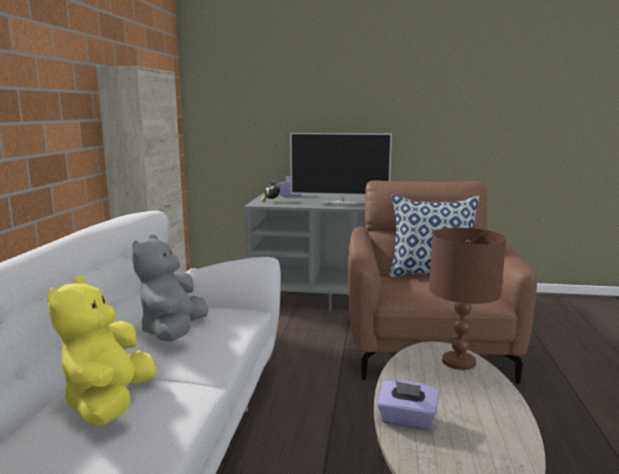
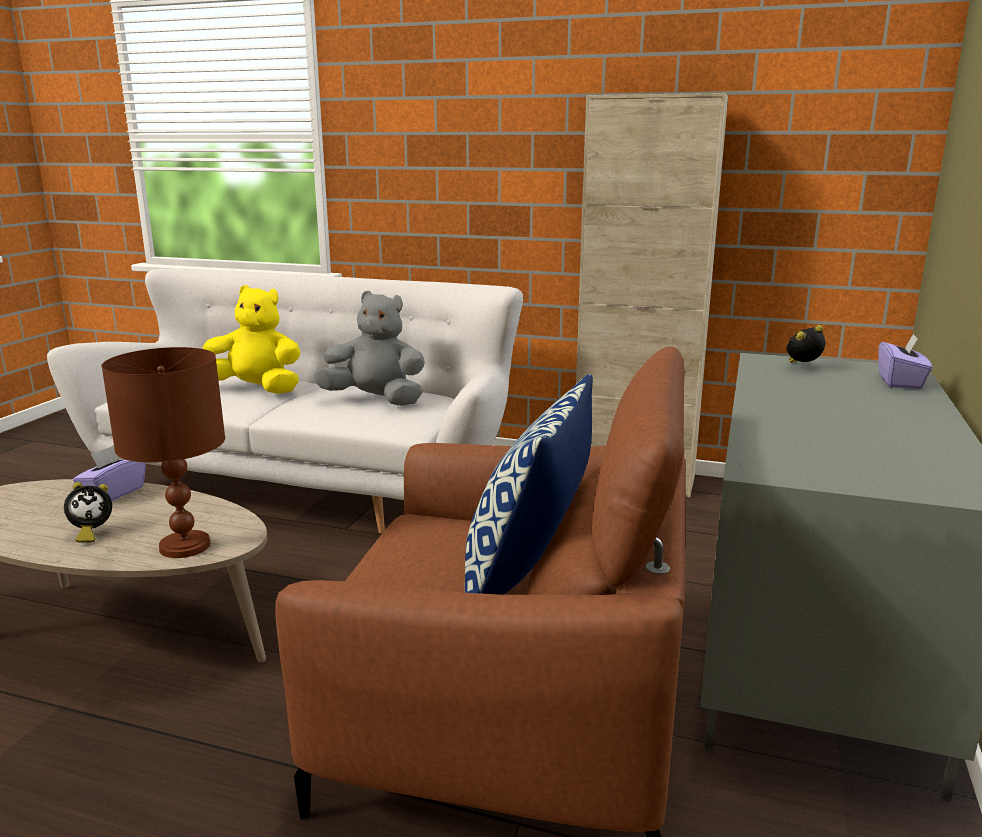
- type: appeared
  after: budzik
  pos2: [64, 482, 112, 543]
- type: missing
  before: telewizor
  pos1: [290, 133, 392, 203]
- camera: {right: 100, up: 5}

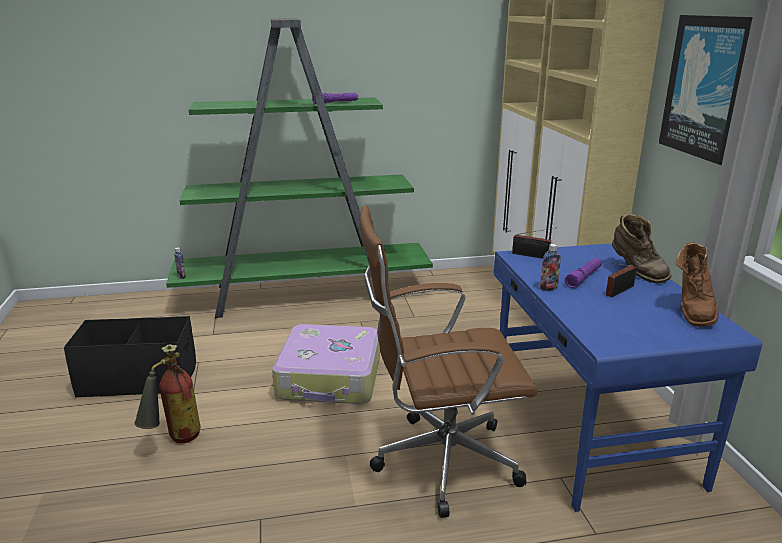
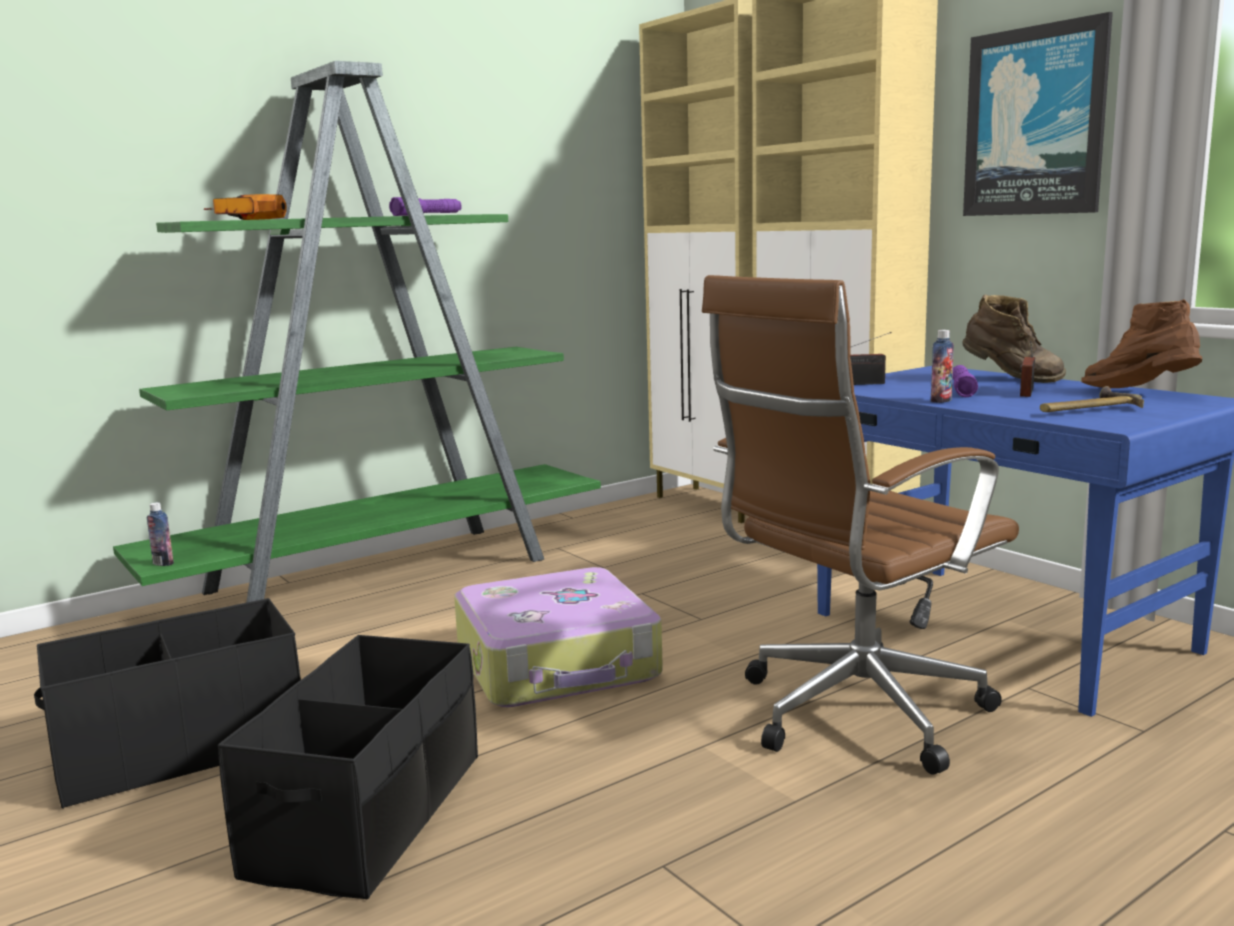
- type: appeared
  after: wiertarka
  pos2: [204, 194, 287, 220]
- type: exchanged
  before: gaśnica
  after: pojemnik do przechowywania [czarny]
  pos1: [134, 344, 200, 443]
  pos2: [218, 635, 478, 899]
- type: appeared
  after: młotek
  pos2: [1040, 386, 1144, 412]
- type: spun
  before: but z cholewką [brązowy]
  pos1: [676, 242, 718, 327]
  pos2: [1081, 299, 1202, 388]
  turn: 150
- camera: {right: -25, up: -10}

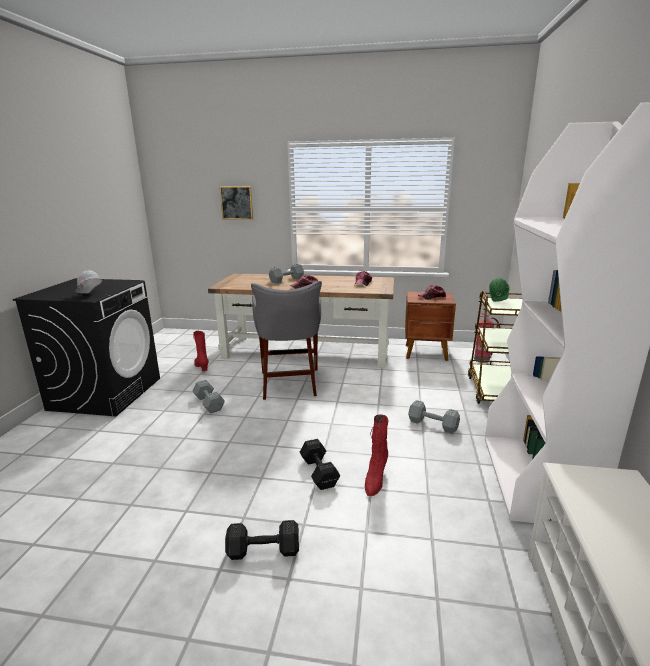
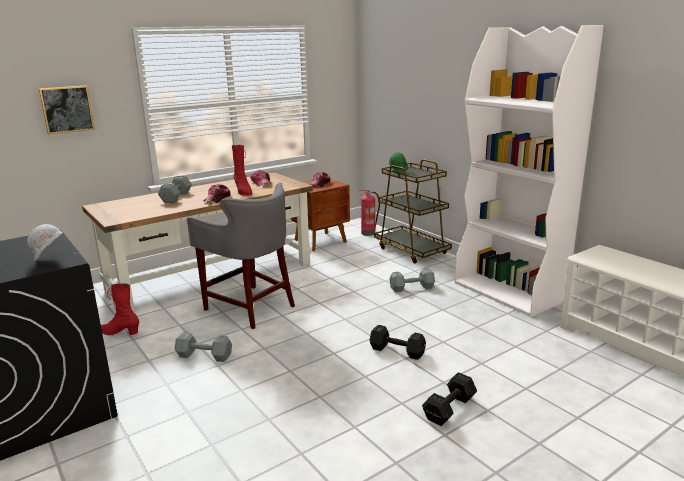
- type: relocated
  before: but z cholewką [czerwony]
  pos1: [365, 414, 388, 496]
  pos2: [232, 145, 252, 196]
- camera: {right: -45, up: 0}

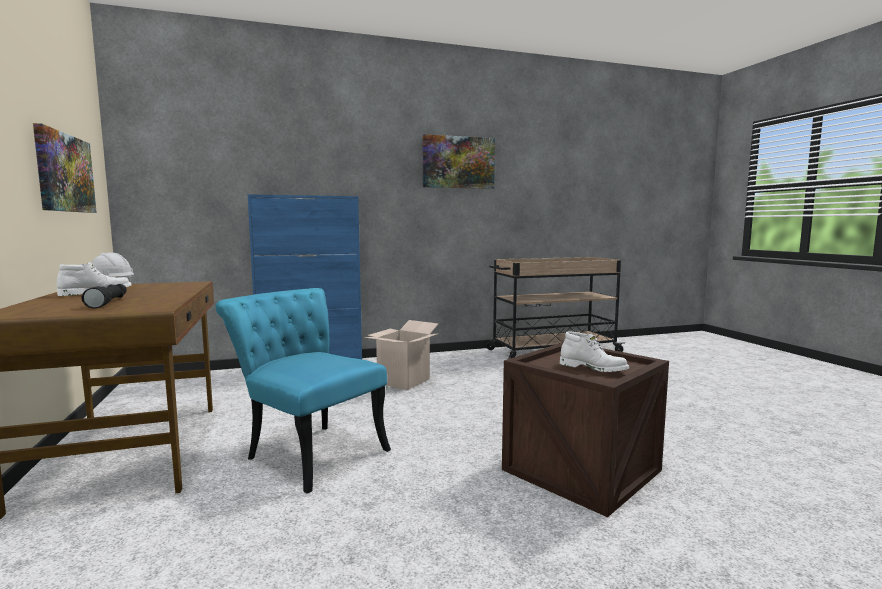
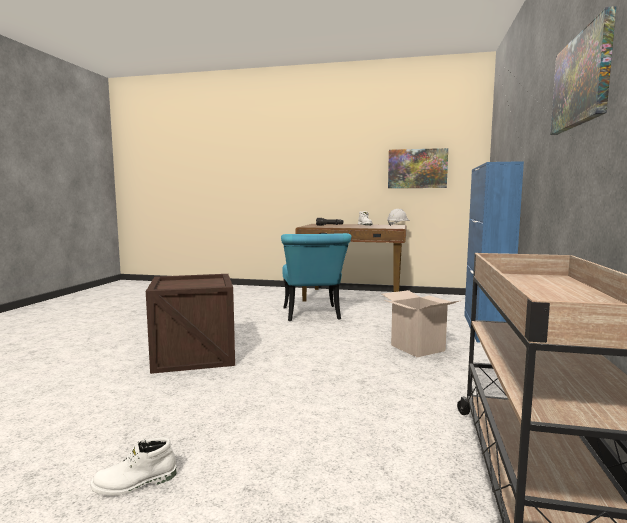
- type: relocated
  before: but z cholewką [biały]
  pos1: [560, 331, 629, 372]
  pos2: [90, 437, 177, 496]
- type: spun
  before: krzesło [turkusowy]
  pos1: [215, 288, 391, 494]
  pos2: [281, 233, 351, 321]
  turn: 105
- camera: {right: 120, up: 0}

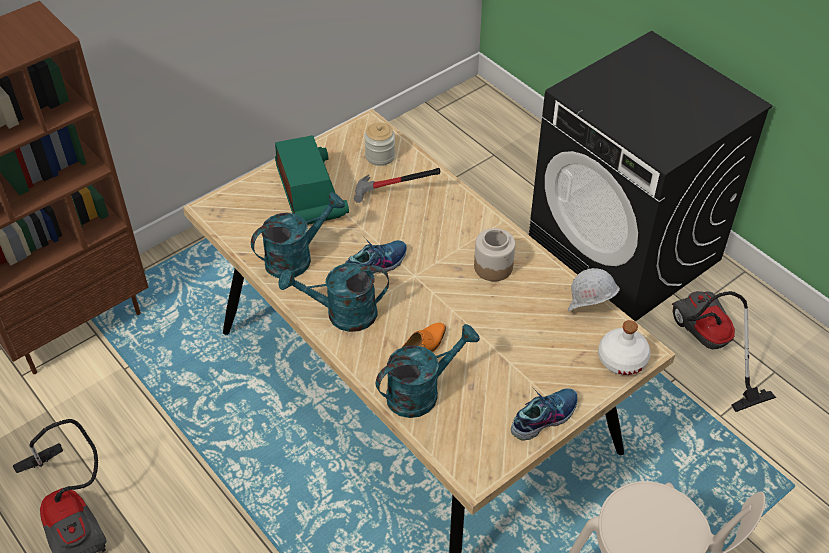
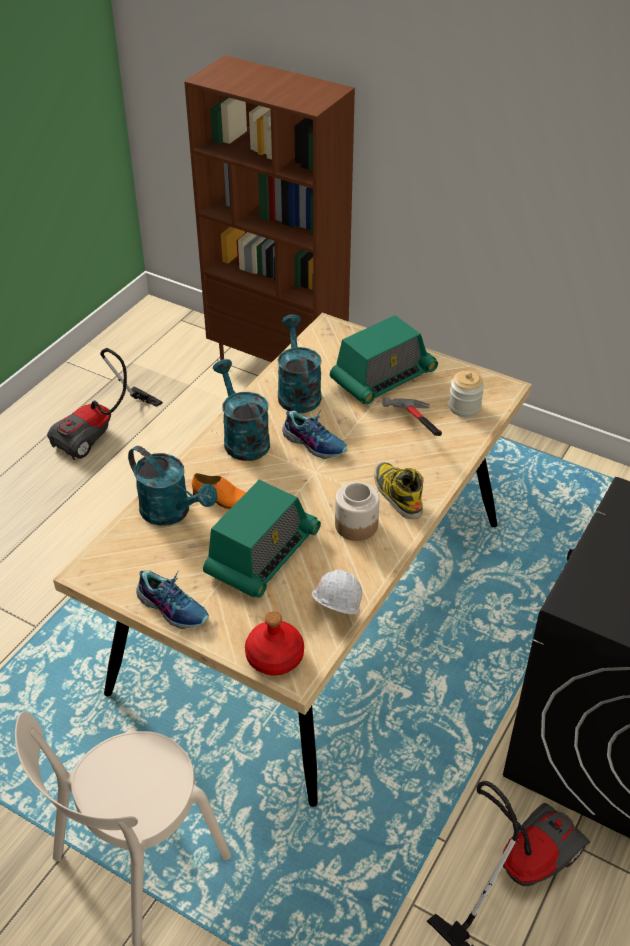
- type: appeared
  after: radio
  pos2: [203, 480, 321, 598]
- type: colour
  before: butelka [biały]
  after: butelka [czerwony]
  pos1: [598, 320, 651, 375]
  pos2: [245, 611, 304, 676]
- type: spun
  before: konewka [turkusowy]
  pos1: [251, 192, 345, 278]
  pos2: [278, 315, 322, 413]
  turn: -135
- type: appeared
  after: but z cholewką
  pos2: [374, 462, 424, 519]
- camera: {right: 70, up: -5}

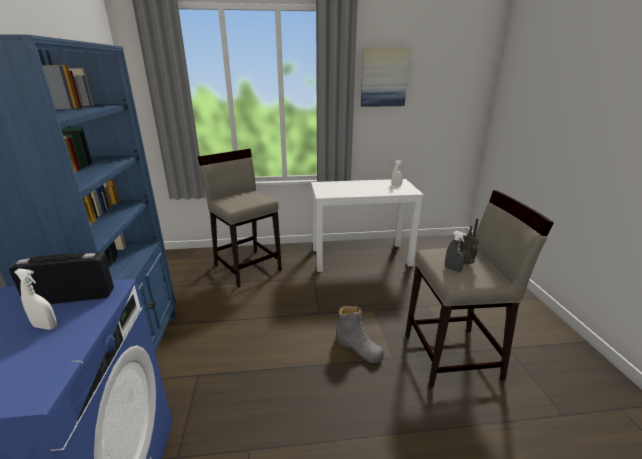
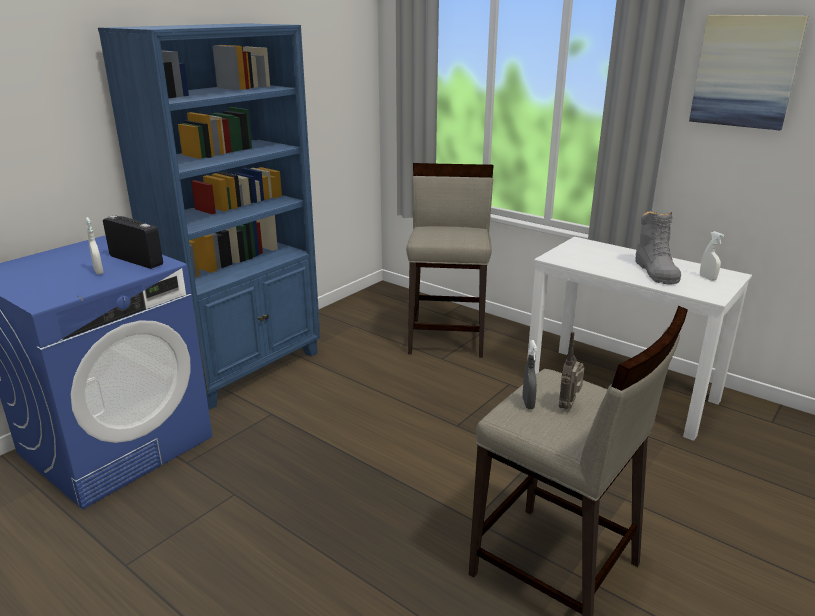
- type: relocated
  before: but z cholewką [szary]
  pos1: [336, 306, 384, 363]
  pos2: [635, 211, 681, 284]
- camera: {right: 45, up: 0}

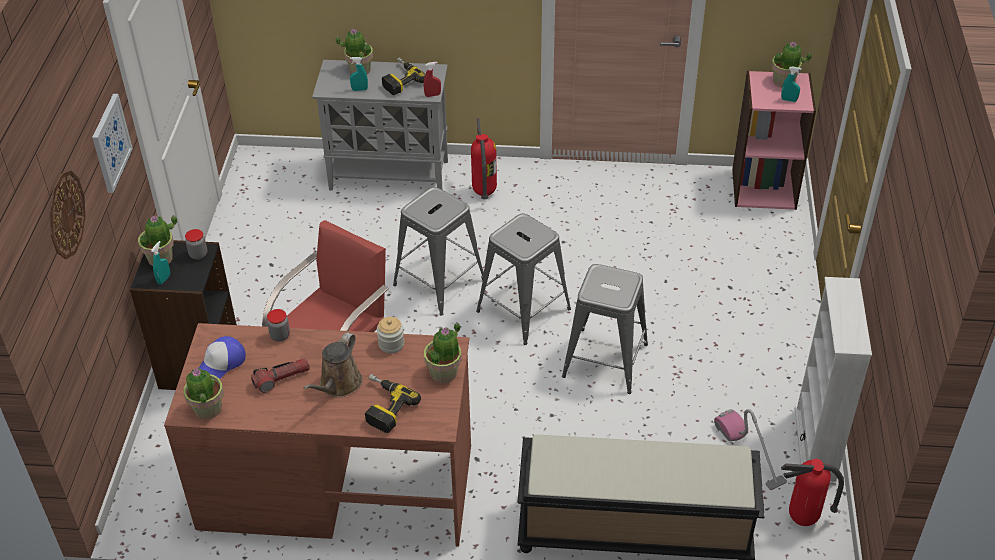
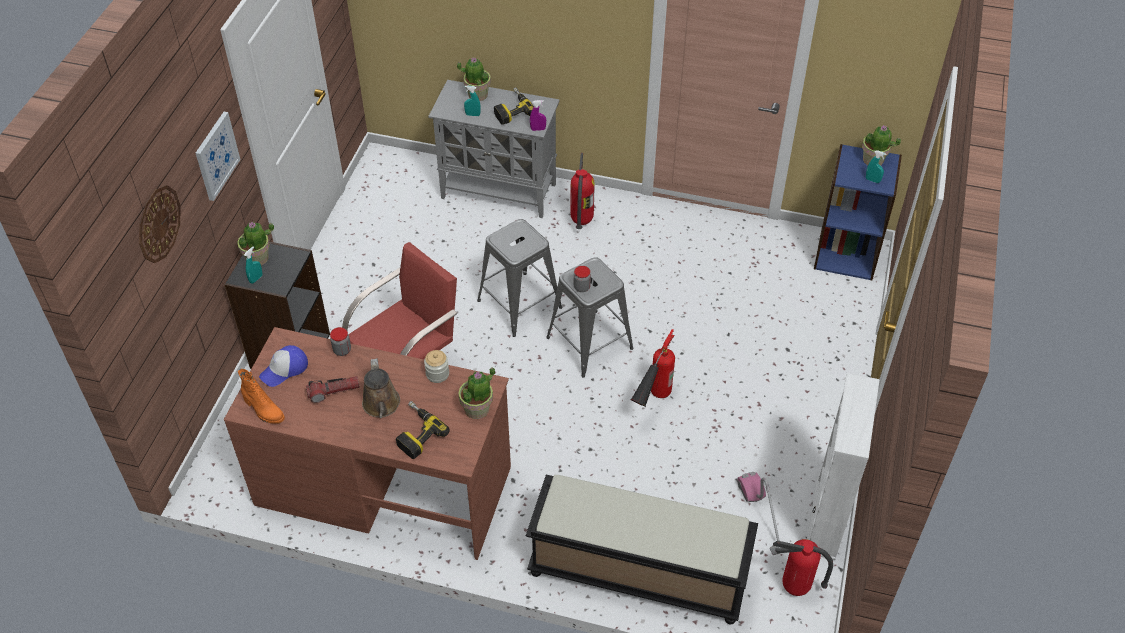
- type: exchanged
  before: roślina doniczkowa
  after: but z cholewką [pomarańczowy]
  pos1: [184, 368, 223, 419]
  pos2: [238, 369, 285, 424]
- type: spun
  before: konewka [brązowy]
  pos1: [303, 332, 362, 397]
  pos2: [362, 358, 400, 418]
  turn: -45
- type: colour
  before: spryskiwacz [czerwony]
  after: spryskiwacz [fioletowy]
  pos1: [424, 62, 441, 97]
  pos2: [530, 100, 546, 131]
- type: relocated
  before: słoik
  pos1: [185, 229, 207, 260]
  pos2: [574, 266, 591, 292]
- type: exchanged
  before: stołek [szary]
  after: gaśnica
  pos1: [562, 264, 648, 394]
  pos2: [630, 329, 675, 407]
- type: colour
  before: regał [różowy]
  after: regał [niebieski]
  pos1: [732, 71, 816, 210]
  pos2: [814, 144, 902, 280]
- camera: {right: 10, up: 5}

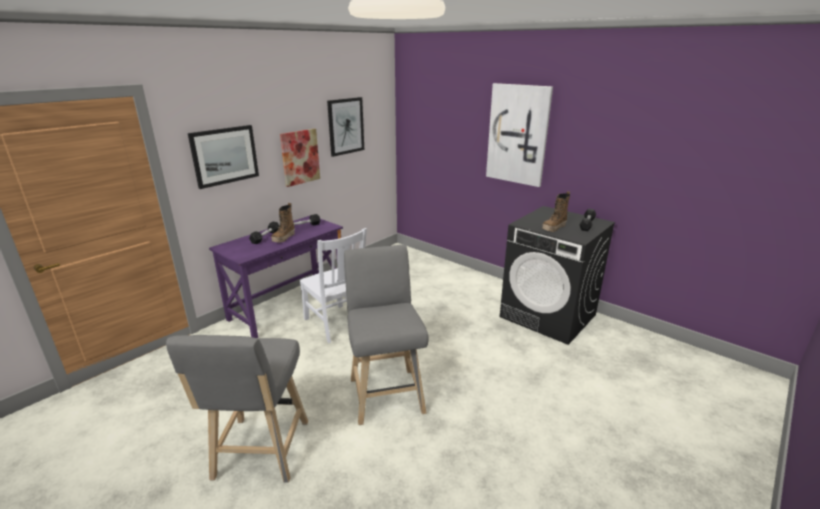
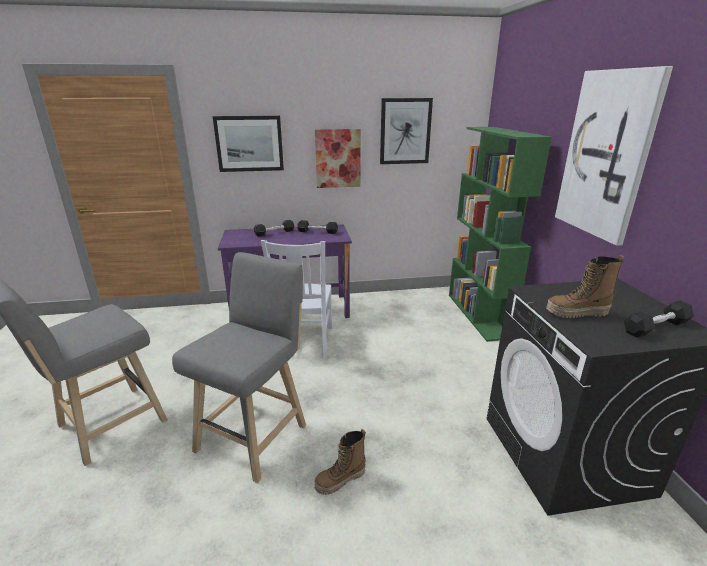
- type: relocated
  before: but z cholewką
  pos1: [271, 203, 295, 243]
  pos2: [315, 429, 366, 495]
- type: appeared
  after: regał [zielony]
  pos2: [449, 127, 552, 342]
- camera: {right: 40, up: 0}

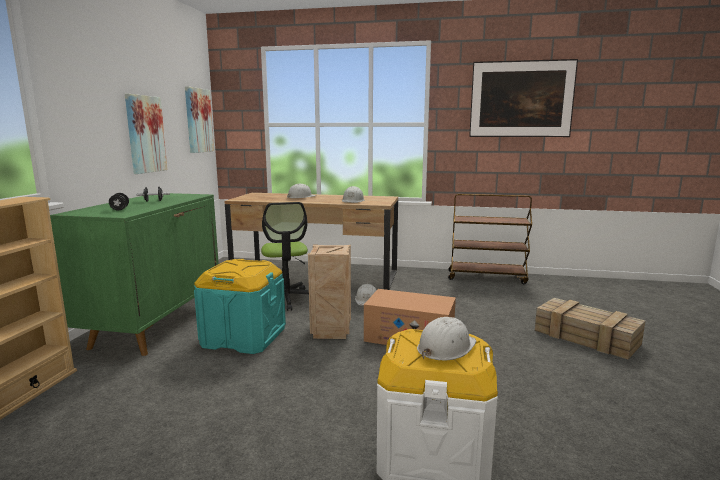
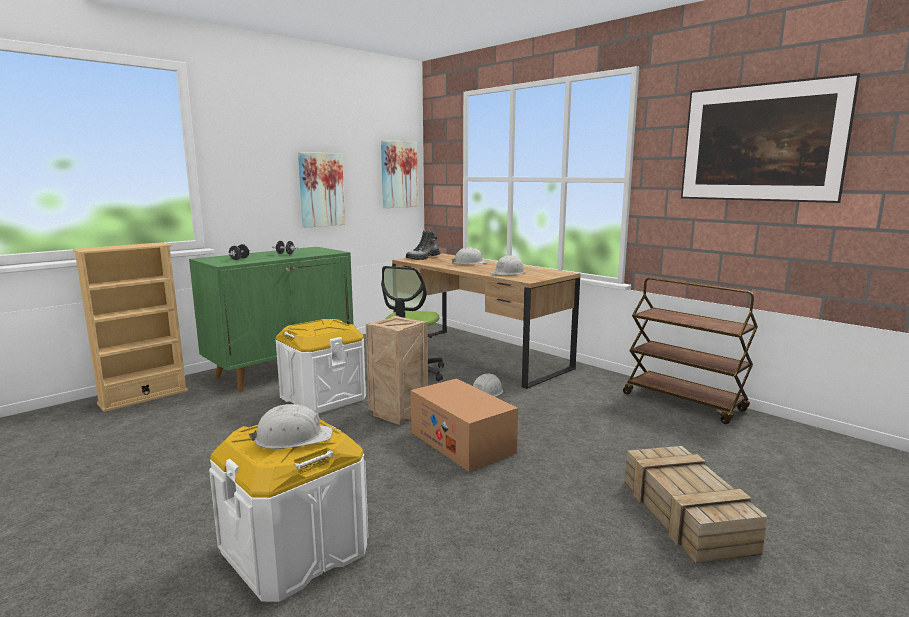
- type: colour
  before: pojemnik do przechowywania [turkusowy]
  after: pojemnik do przechowywania [biały]
  pos1: [194, 259, 286, 354]
  pos2: [275, 319, 366, 414]
- type: appeared
  after: but z cholewką
  pos2: [406, 230, 440, 260]
- camera: {right: 35, up: 0}

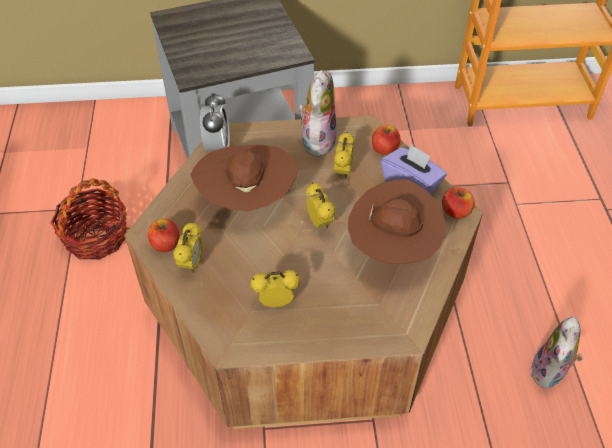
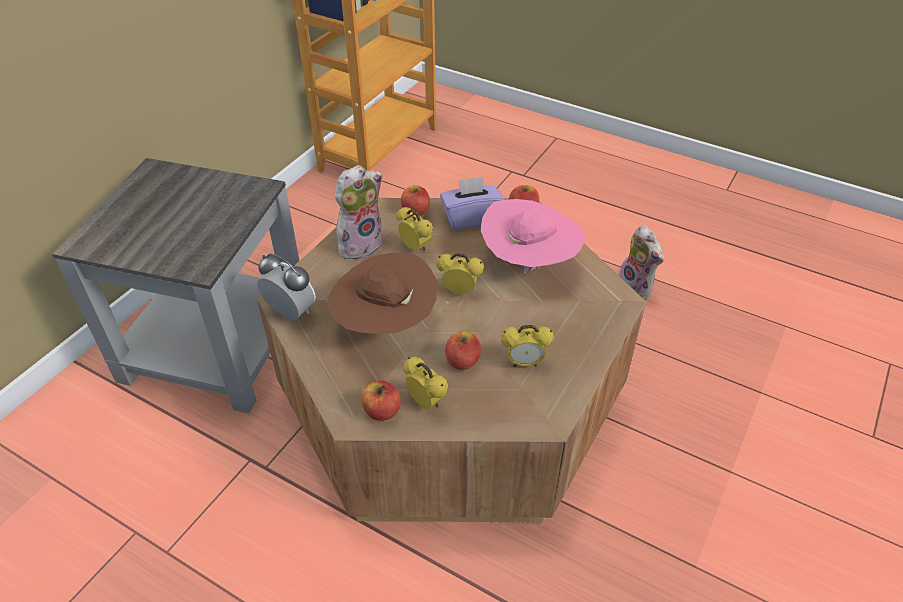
- type: spun
  before: pluszak
  pos1: [298, 70, 337, 157]
  pos2: [335, 165, 383, 259]
  turn: 90
- type: appeared
  after: jabłko
  pos2: [445, 331, 481, 370]
- type: colour
  before: kapelusz [brązowy]
  after: kapelusz [różowy]
  pos1: [348, 179, 445, 264]
  pos2: [480, 199, 585, 274]
- type: spun
  before: budzik
  pos1: [250, 270, 300, 307]
  pos2: [501, 325, 554, 367]
  turn: -120
- type: missing
  before: koszyk
  pos1: [51, 178, 127, 260]
- camera: {right: -55, up: -5}

